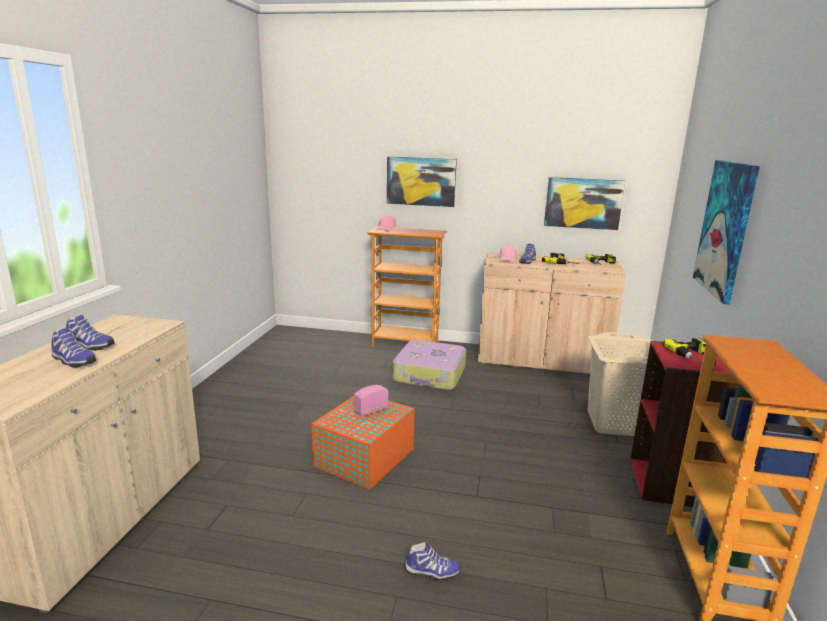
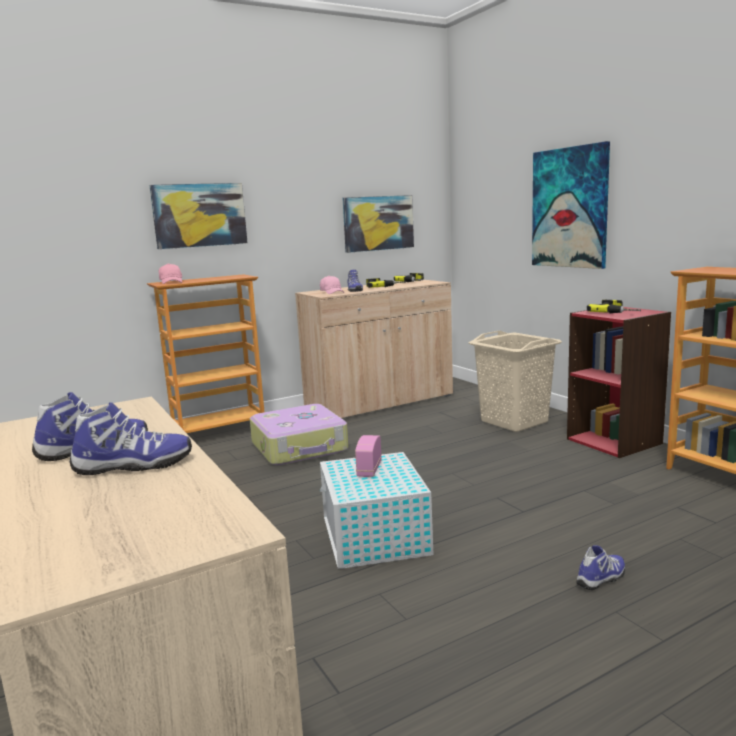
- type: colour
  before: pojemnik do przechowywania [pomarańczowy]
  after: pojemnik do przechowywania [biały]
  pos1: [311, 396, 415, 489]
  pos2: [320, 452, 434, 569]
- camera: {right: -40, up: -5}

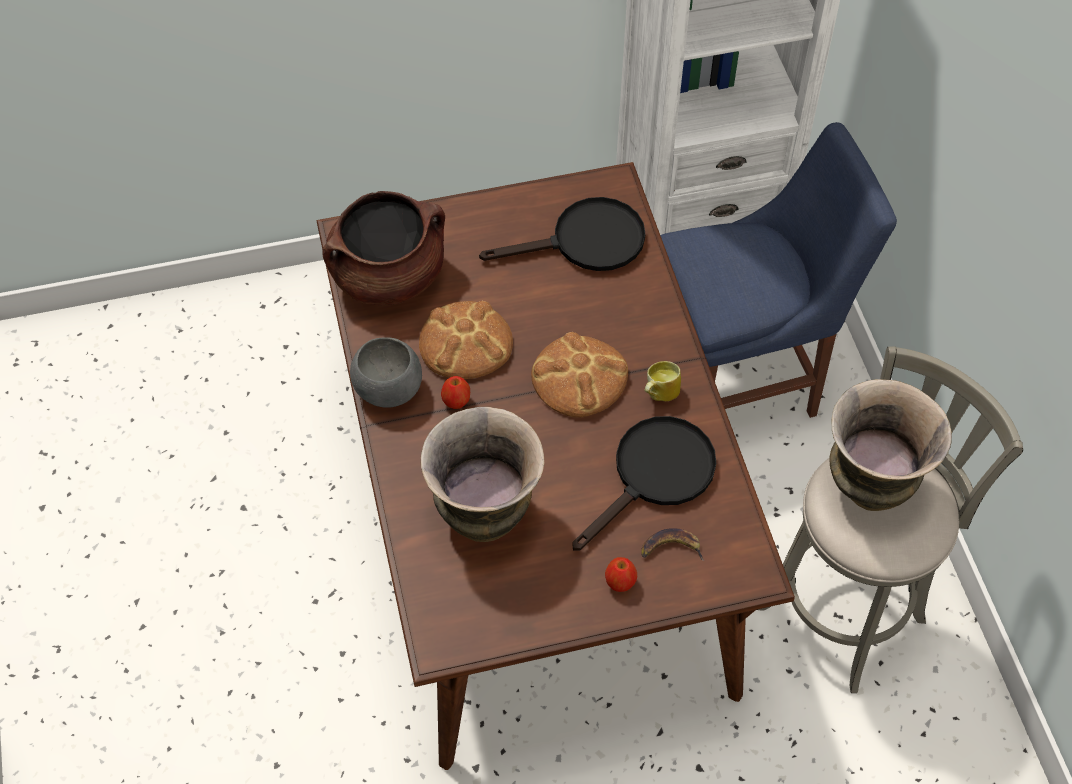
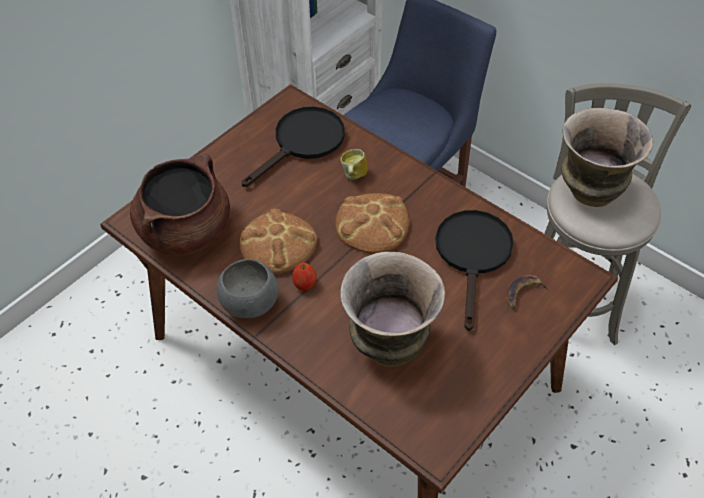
- type: relocated
  before: kubek
  pos1: [644, 361, 681, 401]
  pos2: [341, 149, 368, 180]
- type: missing
  before: jabłko
  pos1: [605, 557, 637, 592]
- camera: {right: -35, up: -5}

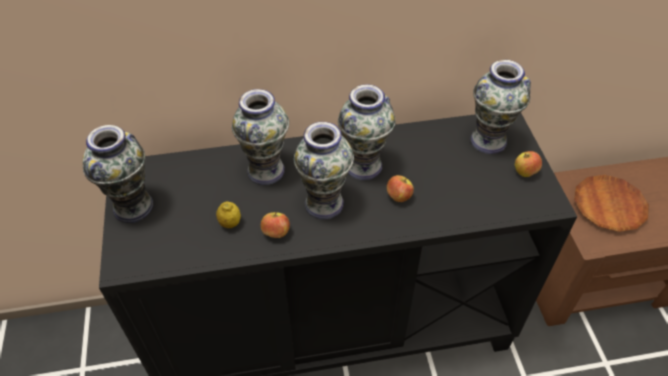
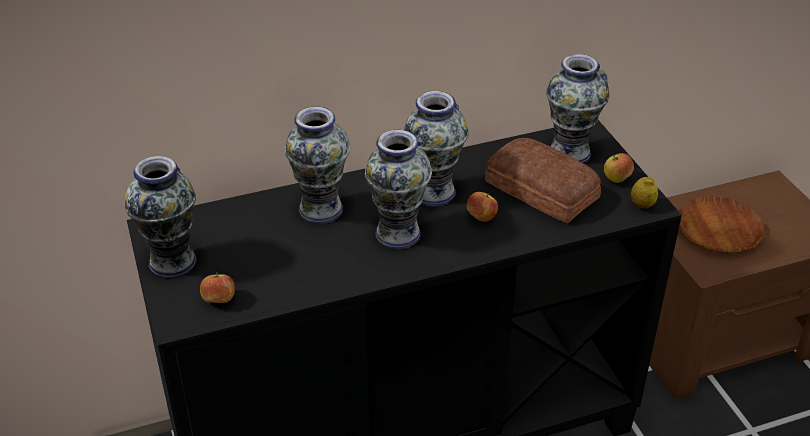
- type: relocated
  before: jabłko
  pos1: [261, 212, 290, 238]
  pos2: [200, 272, 235, 303]
- type: appeared
  after: chleb
  pos2: [485, 138, 601, 223]
- type: relocated
  before: cytryna
  pos1: [216, 201, 241, 228]
  pos2: [631, 177, 658, 209]
- camera: {right: -10, up: -10}

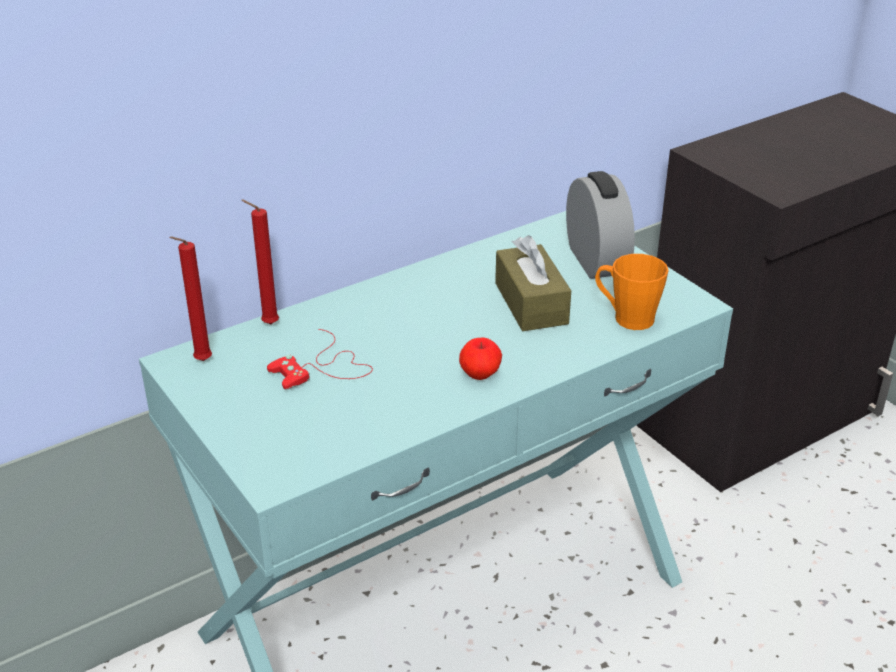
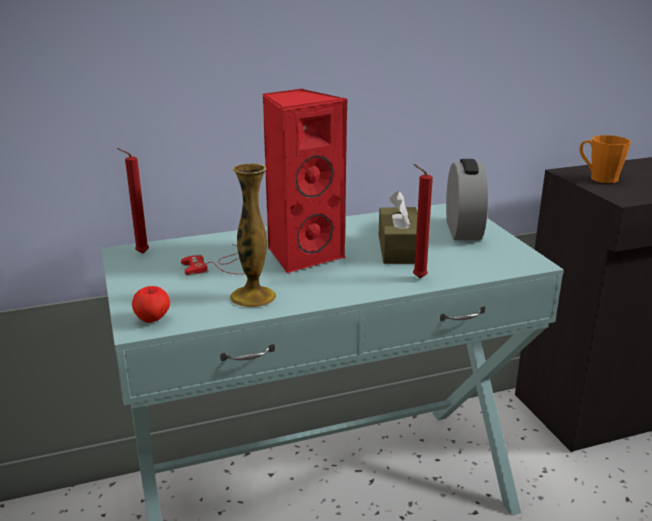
- type: relocated
  before: jabłko
  pos1: [459, 338, 502, 380]
  pos2: [132, 286, 170, 323]
- type: appeared
  after: wazon
  pos2: [230, 164, 276, 308]
- type: appeared
  after: głośnik [czerwony]
  pos2: [262, 88, 347, 273]
- type: relocated
  before: świeca [czerwony]
  pos1: [241, 200, 279, 324]
  pos2: [413, 164, 433, 278]
- type: relocated
  before: kubek [pomarańczowy]
  pos1: [595, 254, 669, 330]
  pos2: [579, 135, 631, 183]
- camera: {right: 15, up: -10}

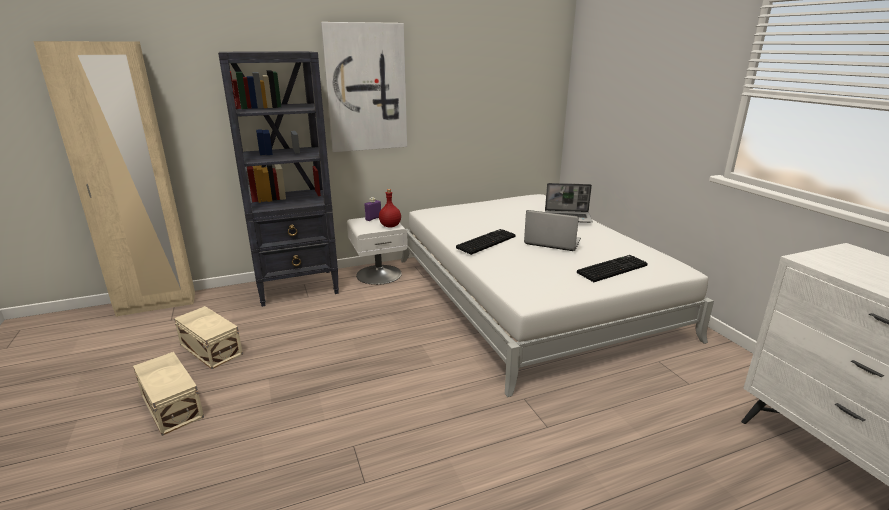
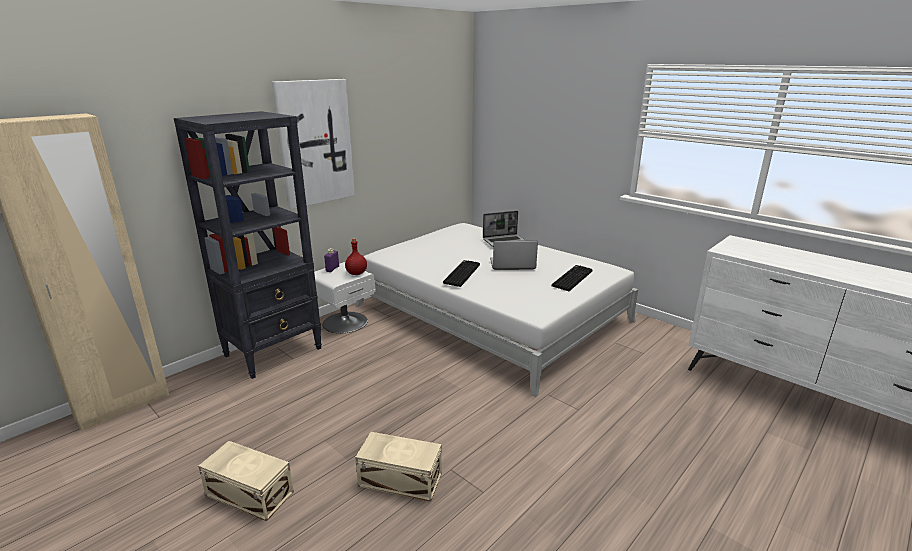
- type: relocated
  before: pojemnik do przechowywania [beżowy]
  pos1: [174, 306, 243, 369]
  pos2: [355, 432, 442, 502]
- camera: {right: -25, up: 0}

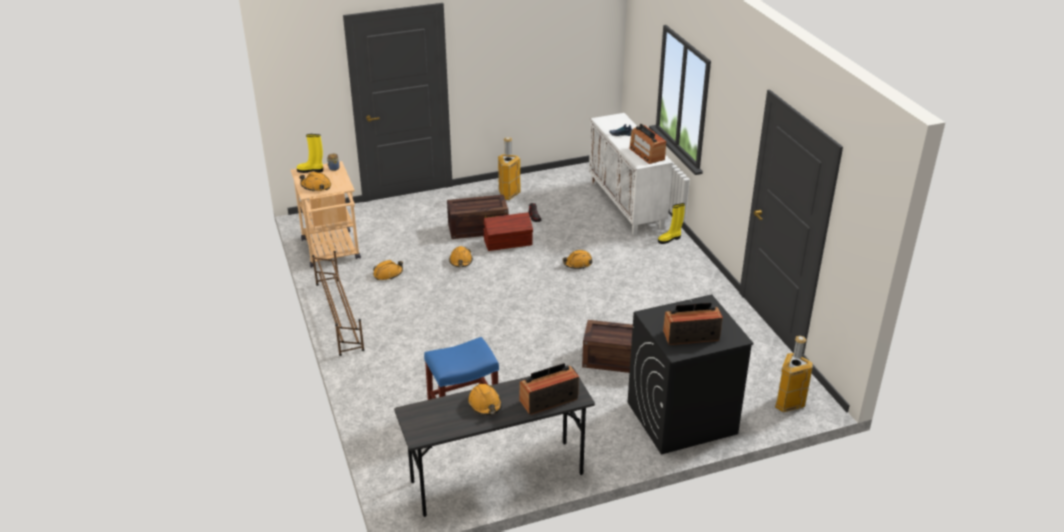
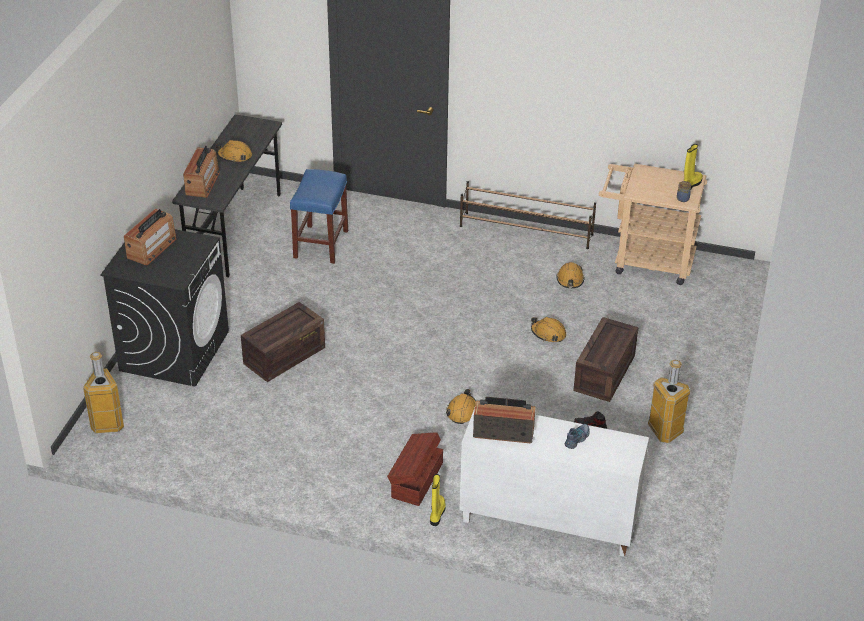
- type: relocated
  before: pojemnik do przechowywania [brązowy]
  pos1: [483, 212, 533, 251]
  pos2: [387, 432, 443, 506]
- type: missing
  before: kask [pomarańczowy]
  pos1: [300, 172, 331, 191]
- camera: {right: 125, up: 5}

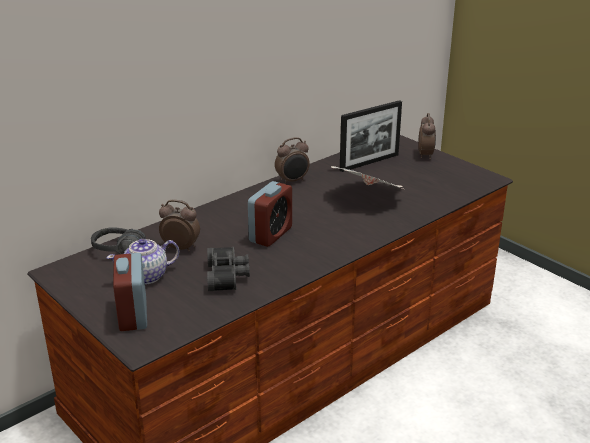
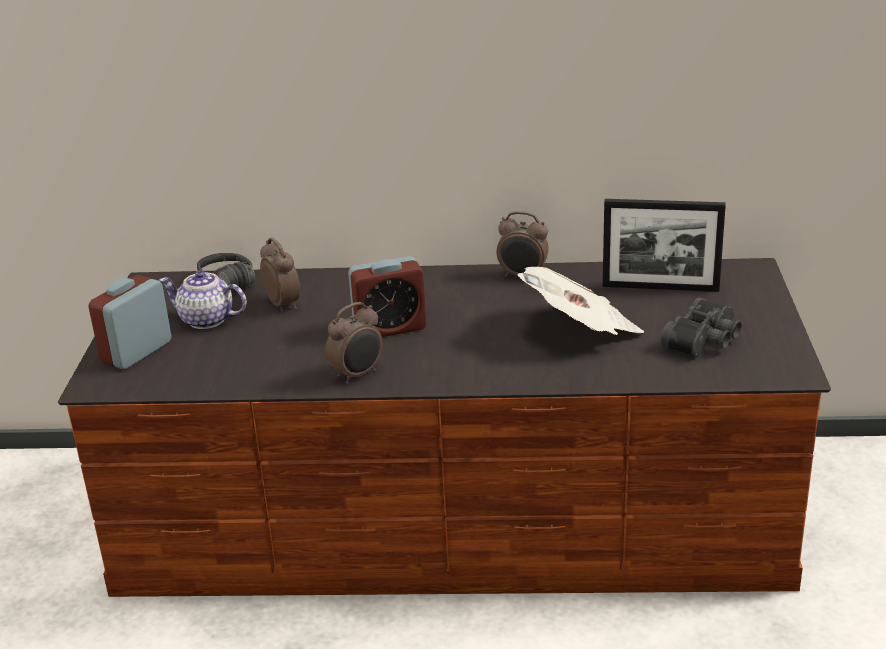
- type: relocated
  before: budzik
  pos1: [418, 113, 436, 160]
  pos2: [325, 302, 383, 384]
- type: relocated
  before: lornetka [czarny]
  pos1: [207, 247, 250, 291]
  pos2: [661, 298, 742, 357]
- camera: {right: 45, up: 0}

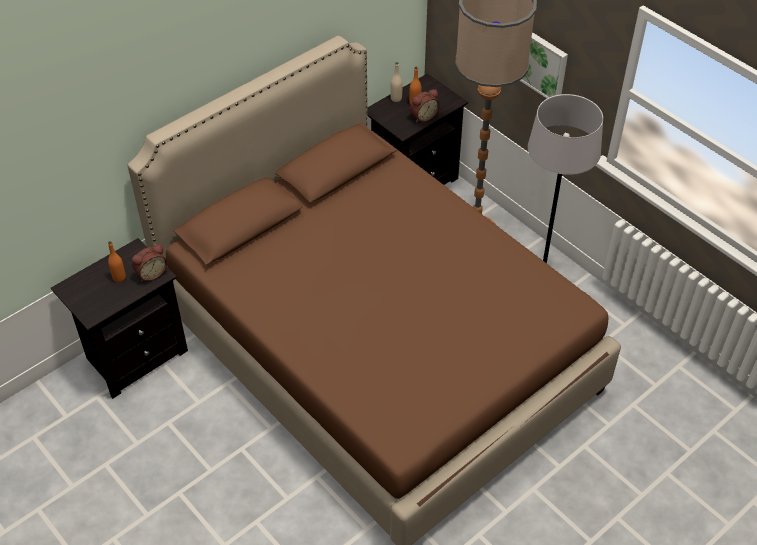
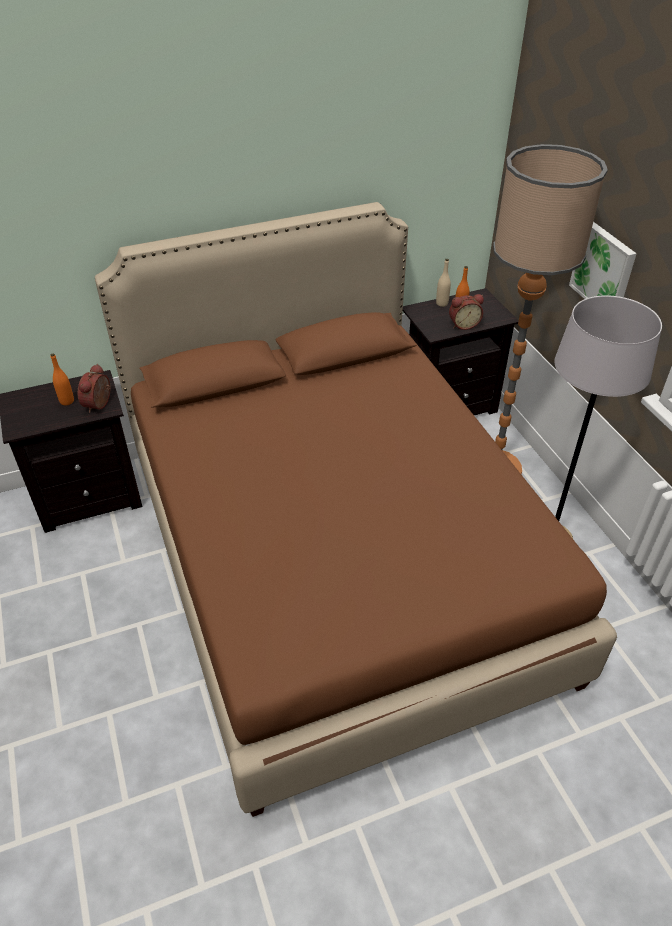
- type: spun
  before: budzik
  pos1: [132, 245, 167, 281]
  pos2: [78, 364, 111, 413]
  turn: 120
- camera: {right: 20, up: -5}

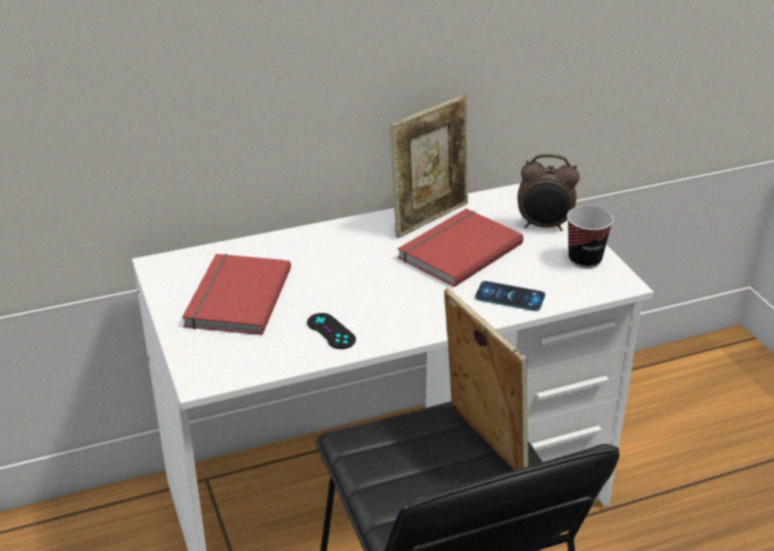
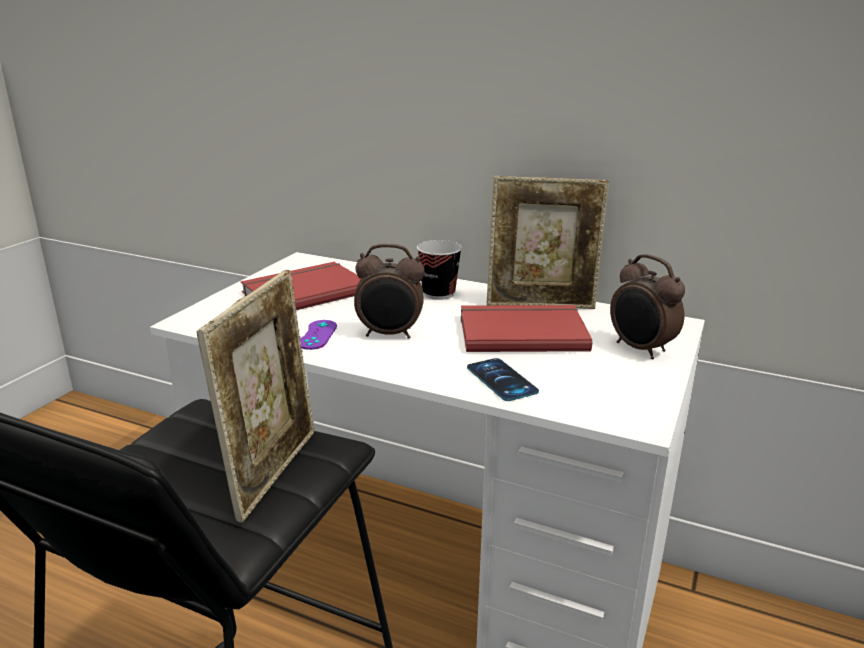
- type: colour
  before: pad do gier [czarny]
  after: pad do gier [fioletowy]
  pos1: [307, 313, 356, 349]
  pos2: [300, 320, 337, 350]
- type: appeared
  after: budzik
  pos2: [354, 244, 424, 339]
- type: relocated
  before: filiżanka
  pos1: [567, 206, 614, 269]
  pos2: [417, 240, 462, 300]
- camera: {right: 45, up: -10}

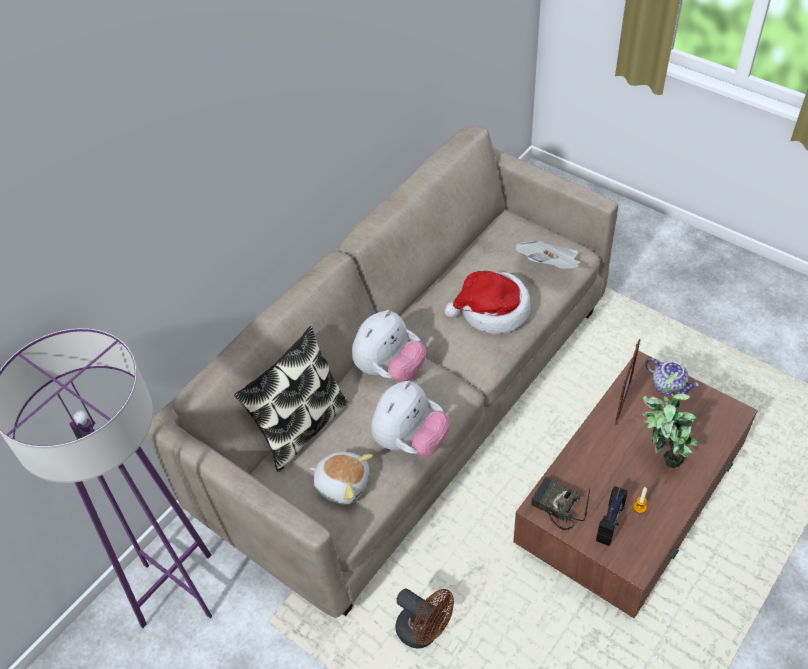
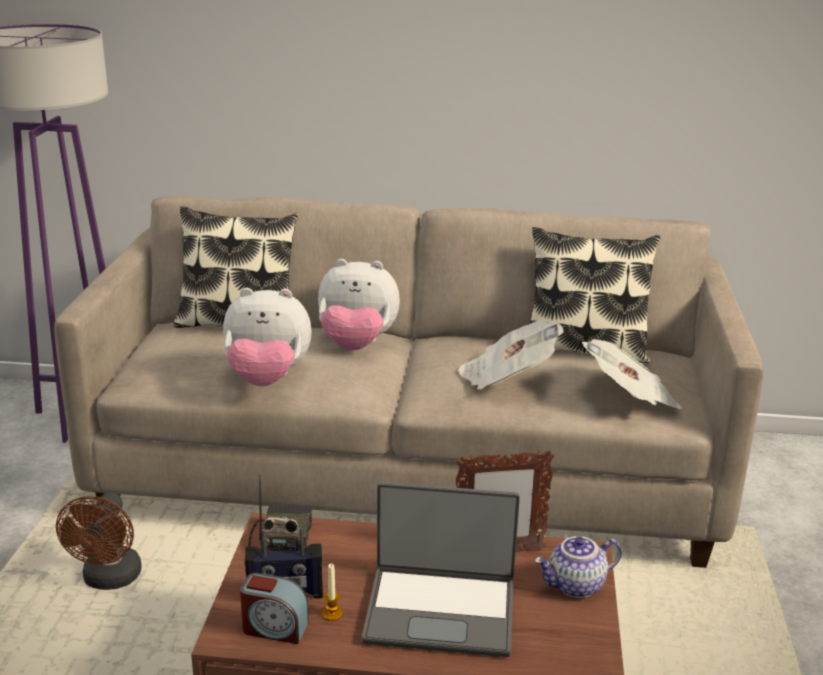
- type: appeared
  after: budzik
  pos2: [240, 573, 309, 644]
- type: exchanged
  before: roślina doniczkowa
  after: laptop
  pos1: [643, 372, 699, 468]
  pos2: [362, 482, 520, 657]
- type: exchanged
  before: kapelusz
  after: gazeta
  pos1: [444, 271, 531, 334]
  pos2: [458, 320, 564, 390]
- type: appeared
  after: poduszka
  pos2: [531, 227, 661, 363]
- type: spun
  before: imbryk
  pos1: [645, 358, 699, 396]
  pos2: [535, 536, 622, 598]
  turn: 60
- type: missing
  before: pluszak
  pos1: [309, 452, 373, 504]
- camera: {right: 55, up: -25}

